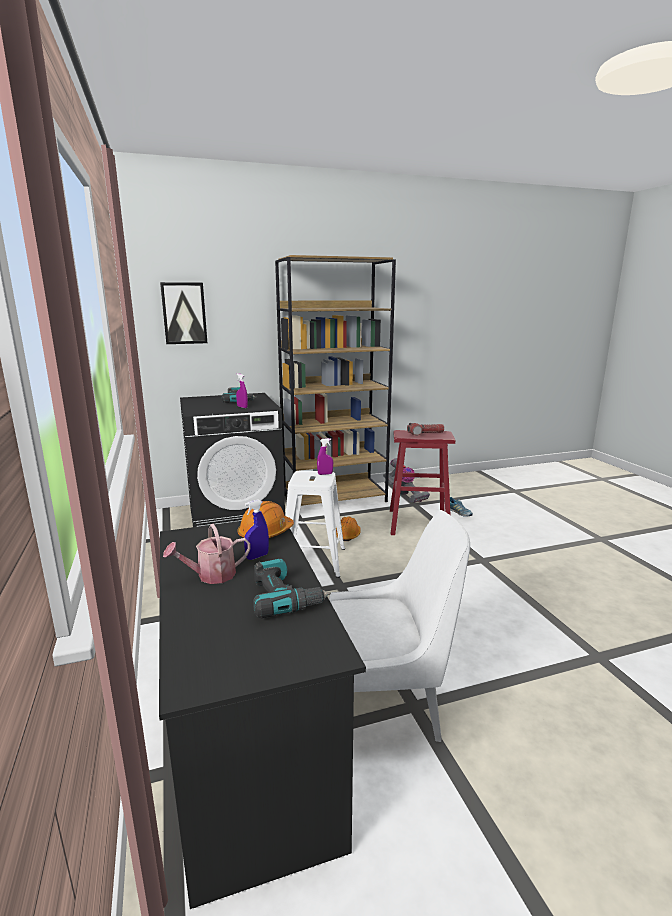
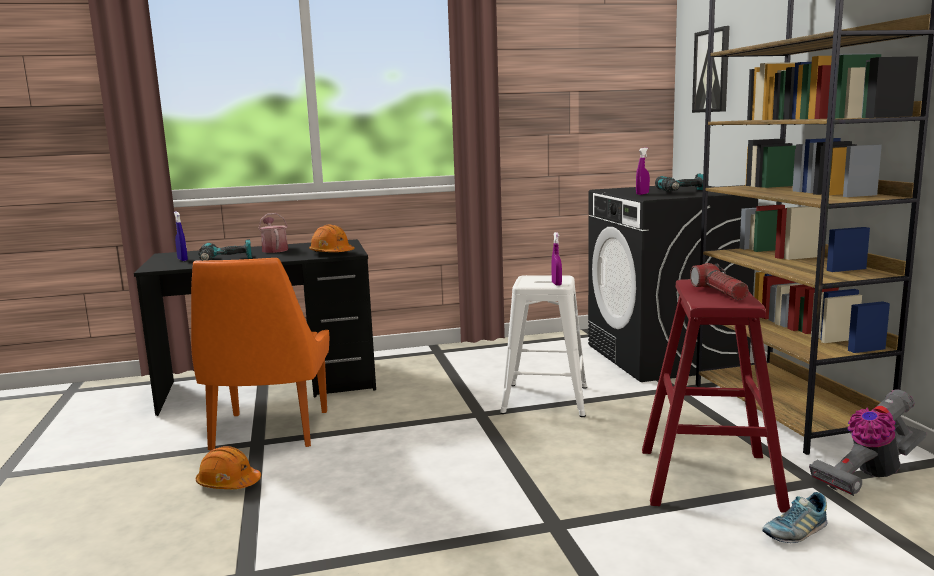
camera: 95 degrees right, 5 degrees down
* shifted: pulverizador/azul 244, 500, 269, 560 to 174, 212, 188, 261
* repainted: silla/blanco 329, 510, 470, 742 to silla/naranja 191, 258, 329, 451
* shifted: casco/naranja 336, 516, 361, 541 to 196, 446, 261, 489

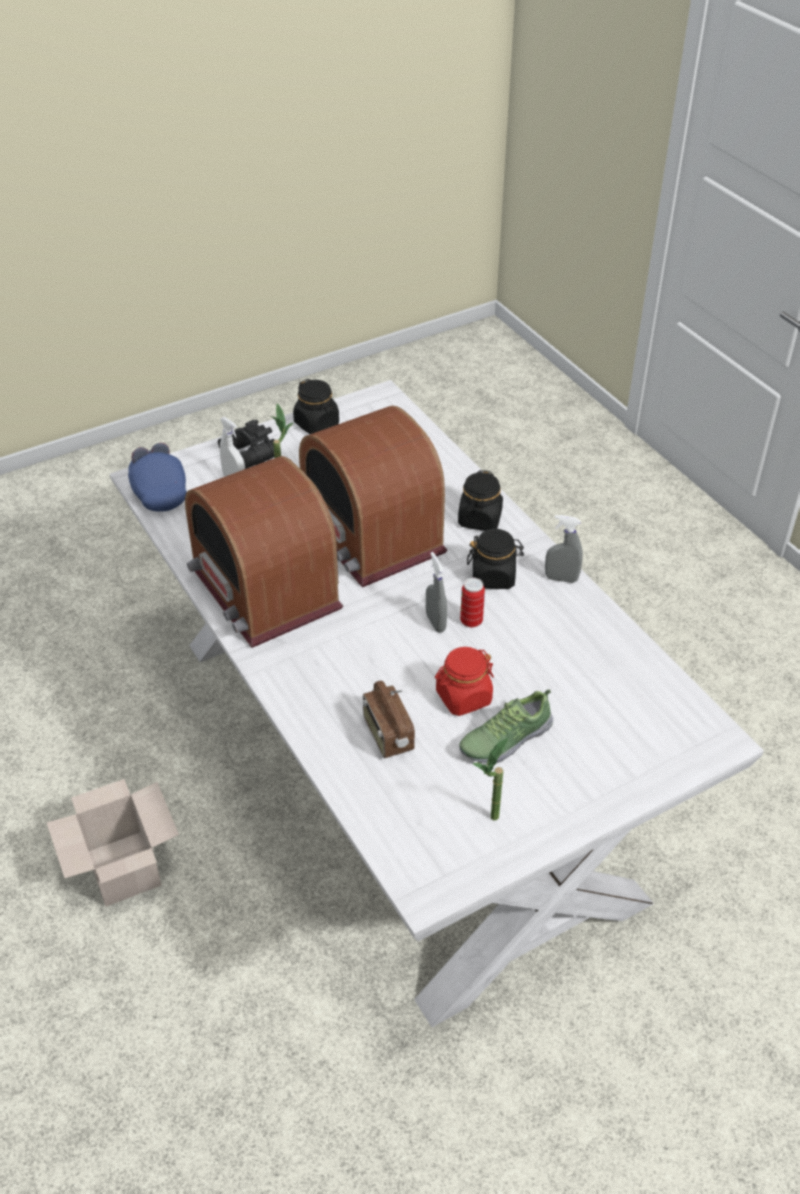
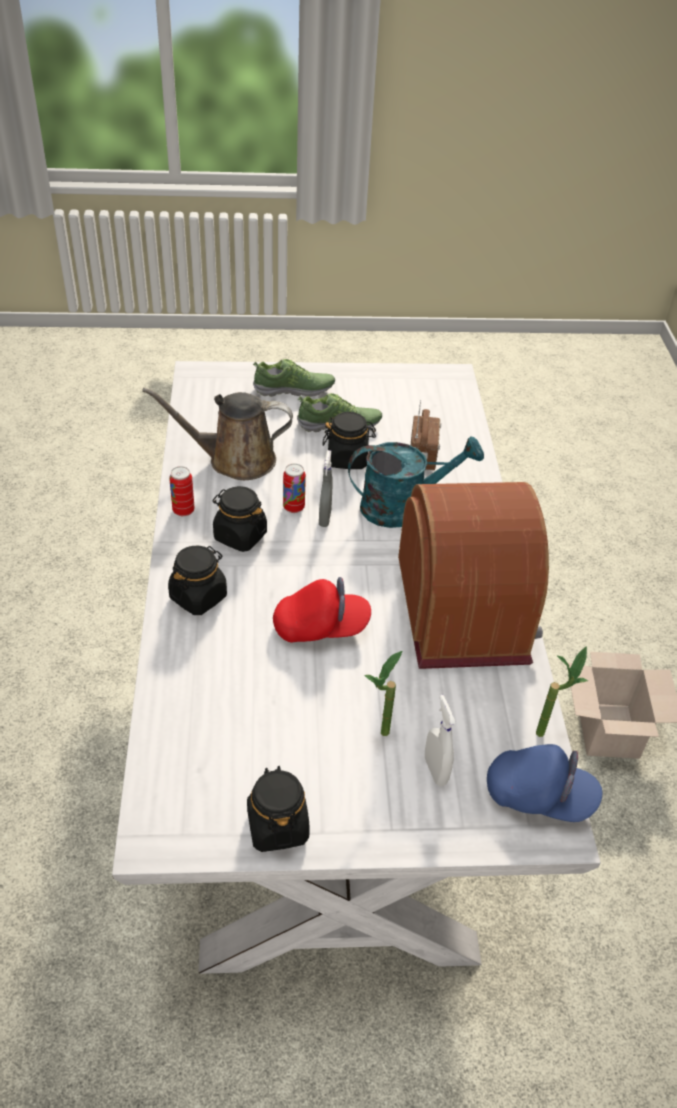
camera: 155 degrees left, 0 degrees up
* swapped: radio 299, 406, 447, 587 to gorra/rojo 273, 577, 371, 643
* gone: prismáticos/negro 218, 420, 275, 469
* rotated: gorra/azul 128, 443, 187, 512 = 487, 744, 603, 822 75 degrees counterclockwise
* swapped: pulverizador/gris 545, 515, 583, 583 to lata 169, 466, 194, 516
* repainted: tarro/rojo 435, 647, 494, 716 to tarro/negro 322, 412, 376, 469
* shifted: planta en maceta 473, 738, 508, 821 to 536, 646, 588, 737
* new: zapato 253, 359, 335, 397
* new: regadera/marrón 142, 387, 293, 480
* new: regadera/turquesa 348, 436, 484, 528

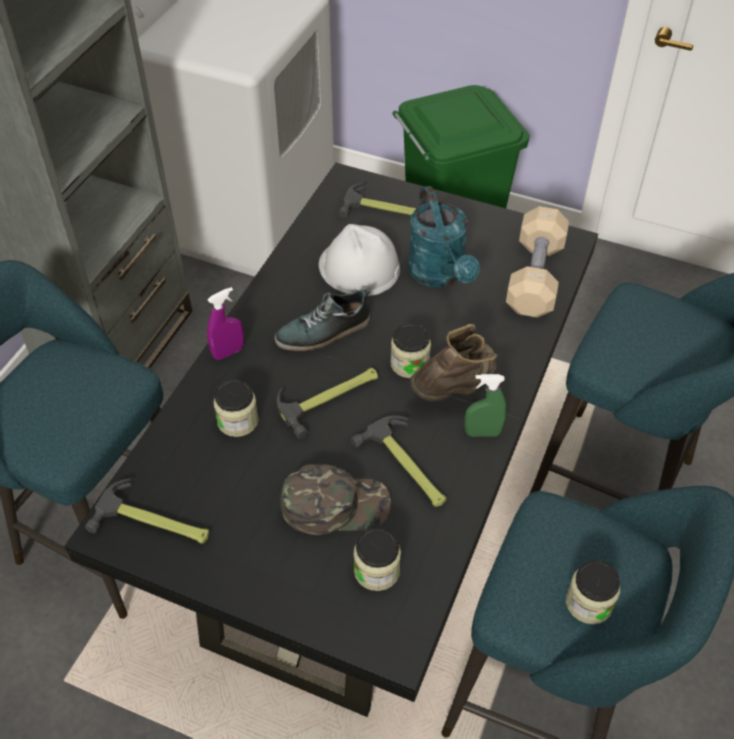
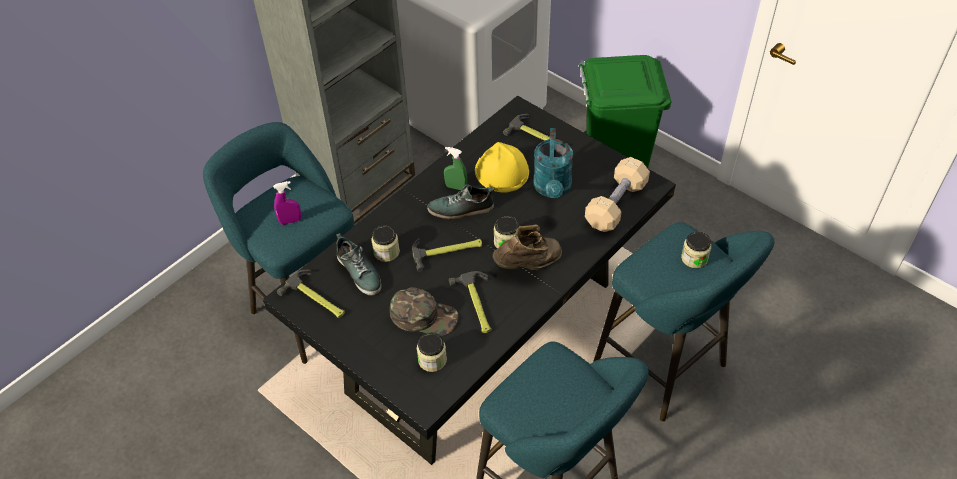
camera: 20 degrees right, 0 degrees up
* repainted: casco/blanco 319, 224, 400, 296 to casco/amarillo 475, 142, 529, 193
* shifted: pulverizador/morado 207, 287, 244, 360 to 273, 181, 301, 225
* shifted: pulverizador/verde 464, 374, 507, 437 to 444, 147, 467, 190
* shifted: tarro 566, 560, 620, 624 to 681, 232, 711, 268
* new: zapato 336, 233, 382, 296

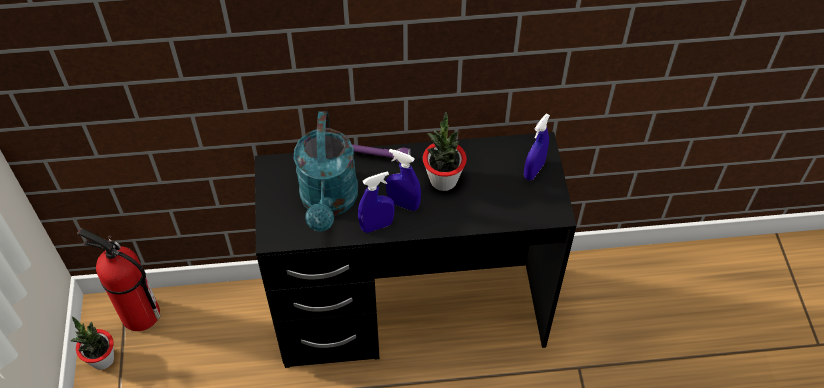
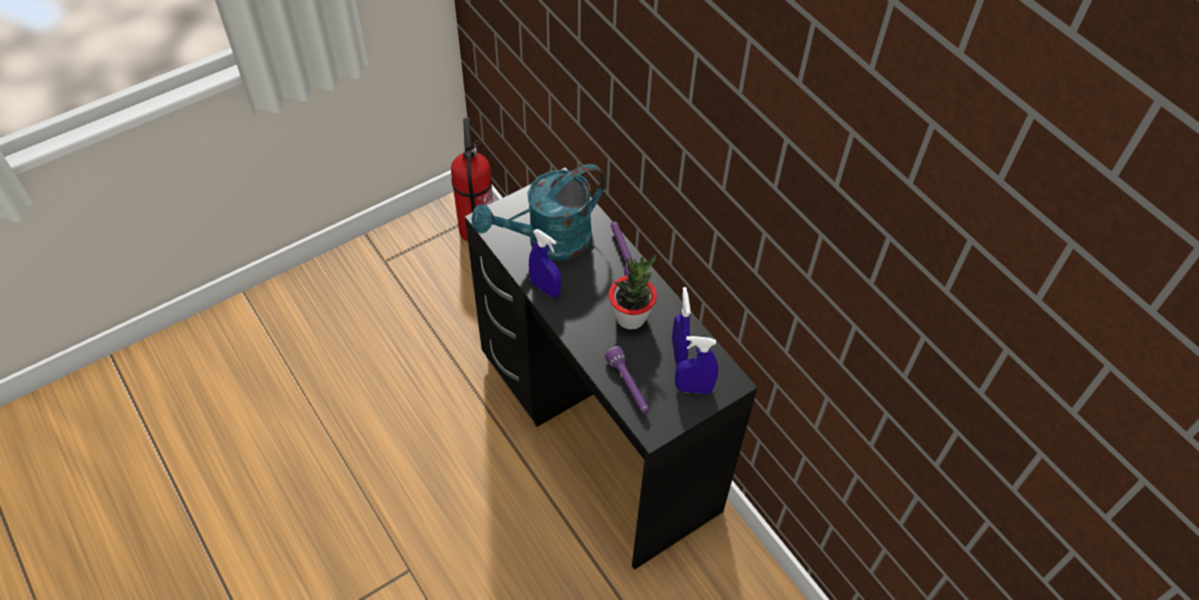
camera: 60 degrees right, 0 degrees up
* shifted: pulverizador/azul 386, 149, 421, 211 to 672, 287, 691, 365
* gone: planta en maceta 71, 316, 114, 370
* new: linterna/morado 605, 346, 649, 414

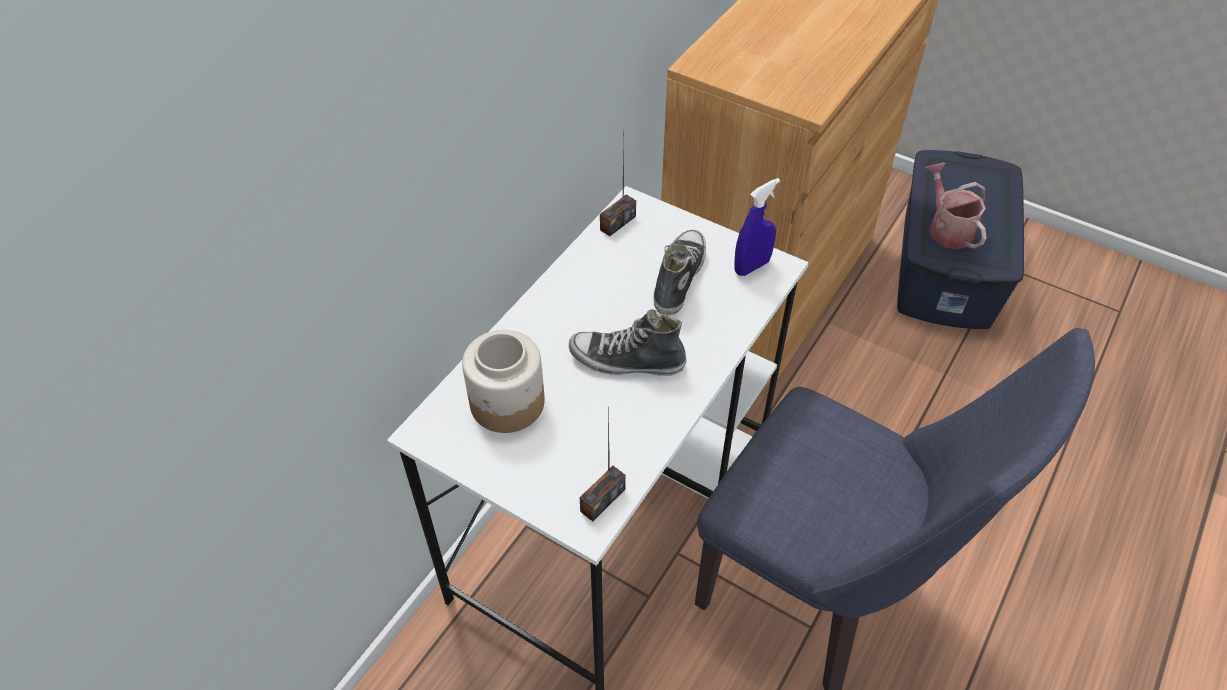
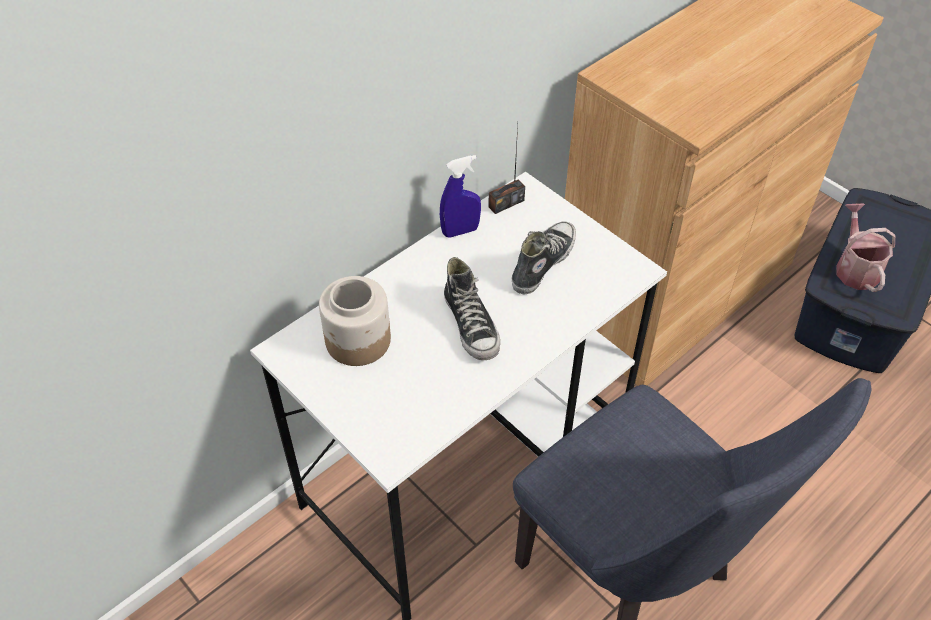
camera: 15 degrees right, 0 degrees up
* shifted: pulverizador/azul 734, 178, 780, 276 to 440, 155, 481, 238
* rotated: zapato 569, 309, 687, 376 = 444, 257, 500, 360 135 degrees counterclockwise
* gone: radio 580, 407, 626, 522

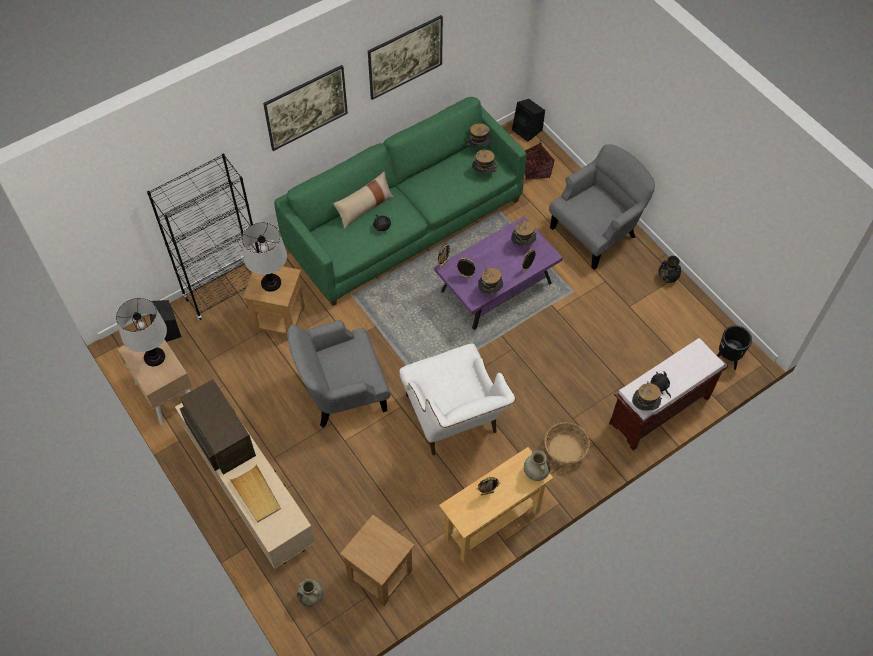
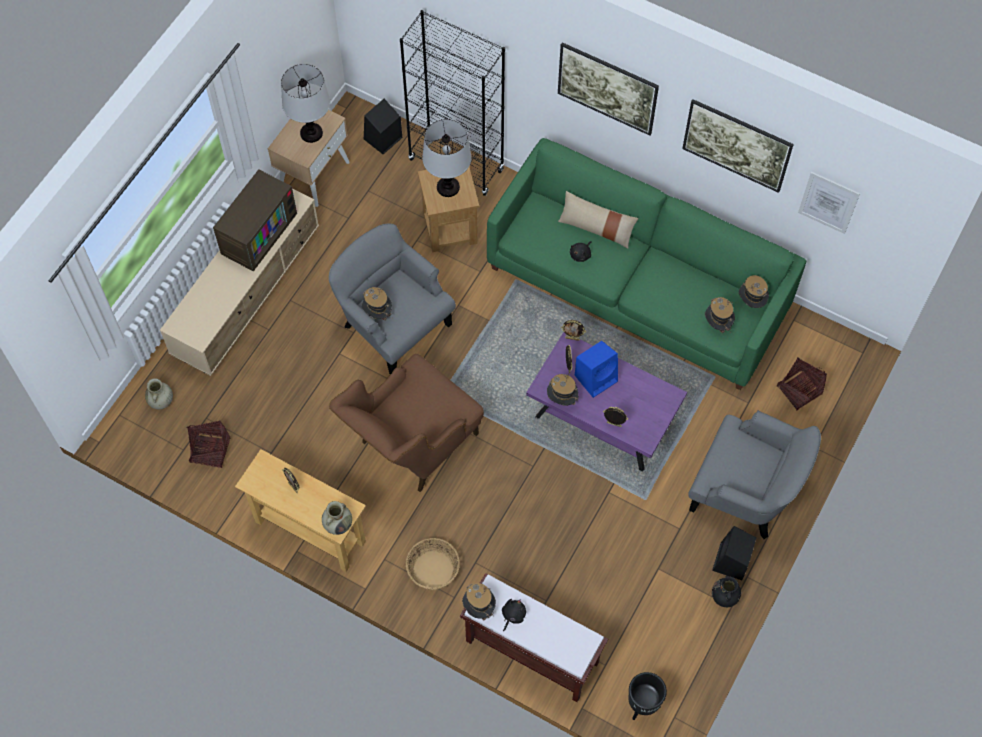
camera: 65 degrees right, 5 degrees up
* shifted: altavoz/negro 512, 99, 545, 142 to 712, 526, 756, 580
* shifted: sombrero 511, 219, 537, 246 to 362, 287, 393, 321
* repainted: sillón/blanco 400, 344, 516, 455 to sillón/marrón 329, 354, 484, 492
* gone: bandeja/beis 229, 464, 281, 523
* swapped: mesa auxiliar/marrón 340, 515, 415, 606 to cesta 187, 420, 231, 468
* new: cuadro 798, 172, 860, 234
* new: altavoz/azul 575, 341, 618, 398

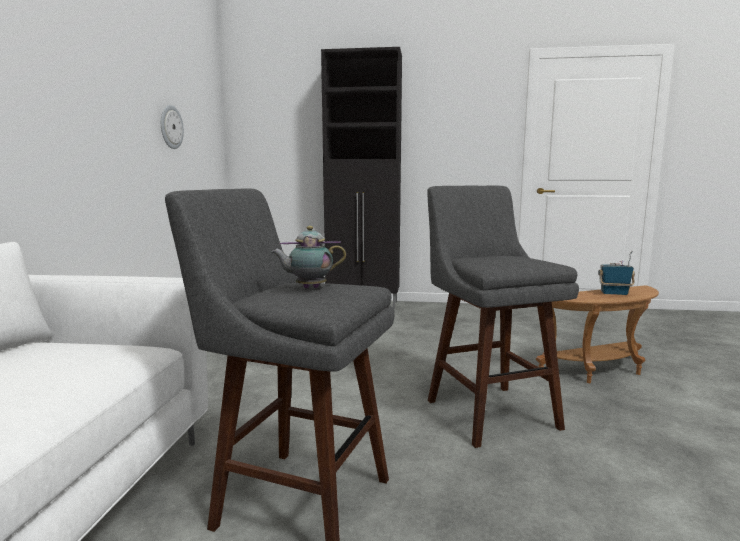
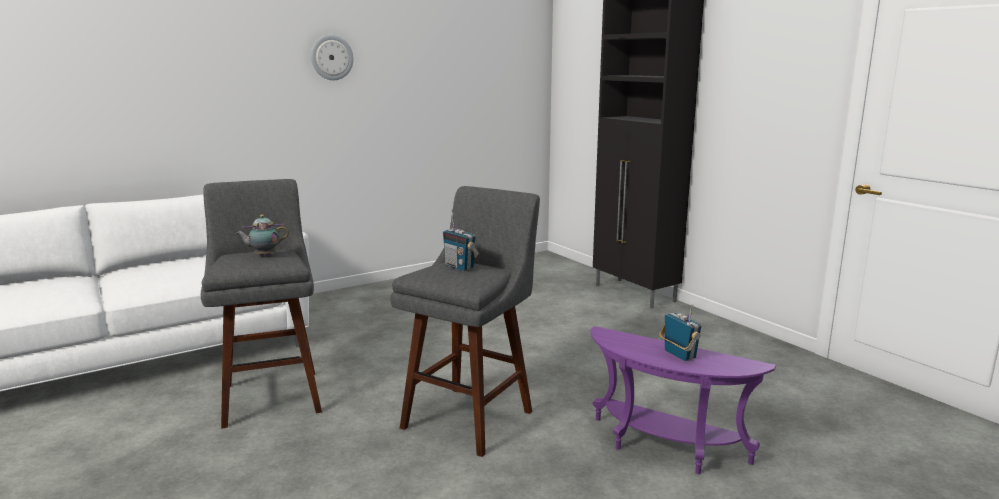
camera: 50 degrees right, 5 degrees up
* shifted: reloj de pared 161, 105, 184, 149 to 311, 35, 354, 80
* rotated: tetera 271, 226, 346, 288 = 235, 215, 289, 256 60 degrees counterclockwise
* repainted: mesa auxiliar/marrón 536, 285, 659, 383 to mesa auxiliar/morado 590, 326, 776, 474
* new: radio 443, 210, 479, 271

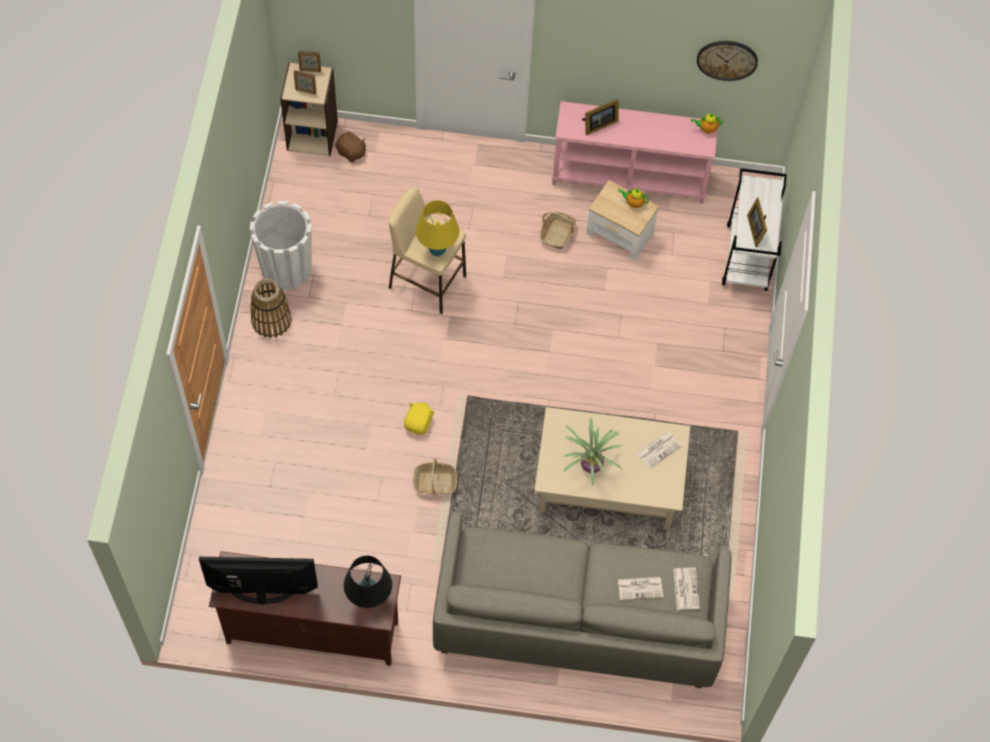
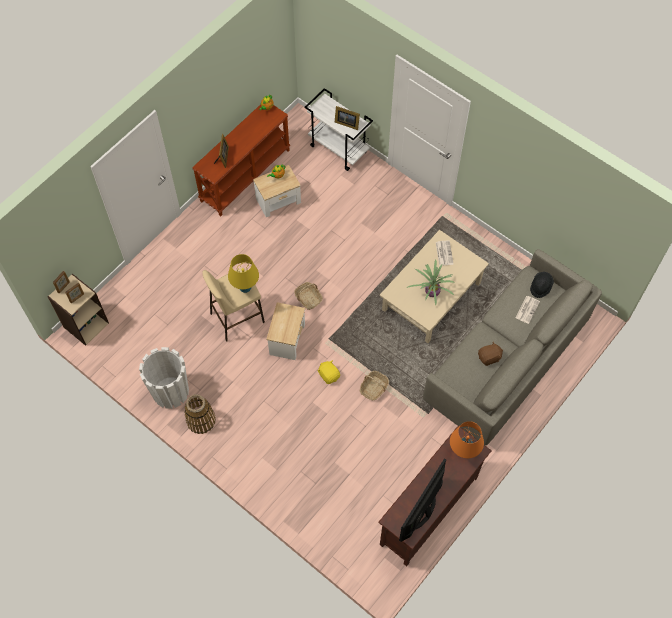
camera: 55 degrees left, 0 degrees up
* gone: reloj de pared 697, 41, 758, 81
* repainted: mesa consola/rosa 552, 101, 718, 204 to mesa consola/marrón 192, 104, 290, 216
* shifted: peluche/marrón 335, 132, 366, 163 to 478, 341, 503, 366
* shifted: cesta 540, 212, 576, 249 to 294, 282, 323, 310
* repainted: lámpara de mesa/negro 344, 556, 392, 608 to lámpara de mesa/naranja 450, 421, 484, 458
* swapped: periódico 673, 568, 700, 610 to sombrero/negro 530, 272, 554, 298
* new: mesa auxiliar 266, 302, 305, 360

